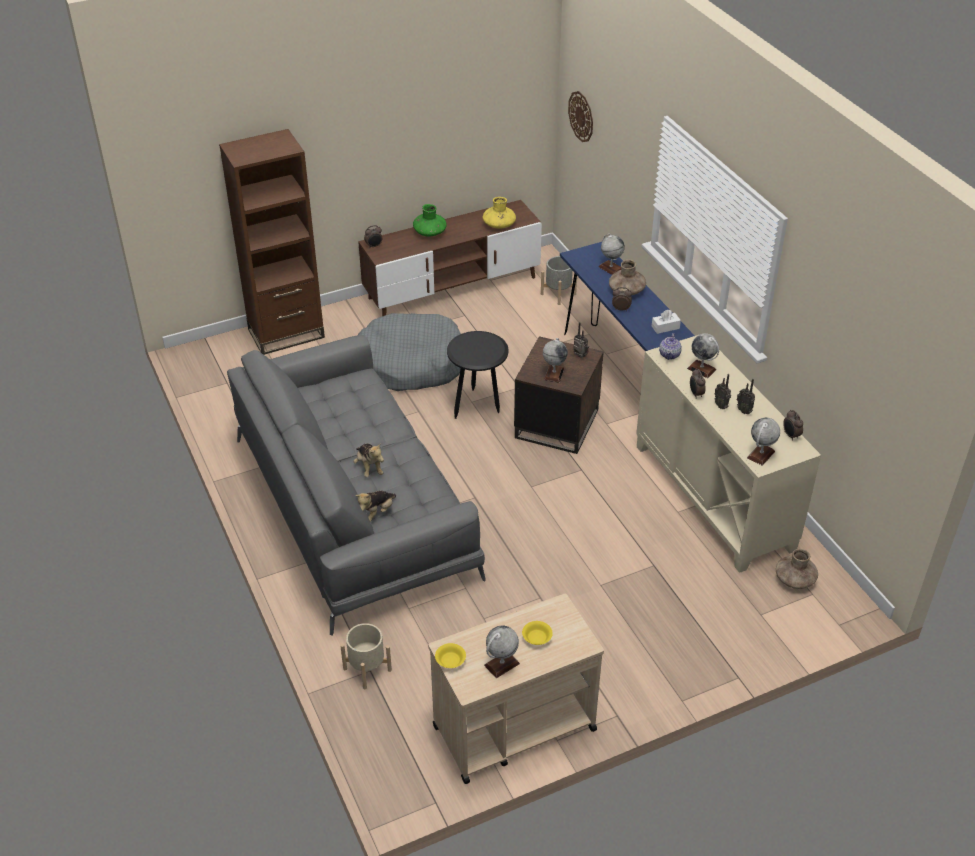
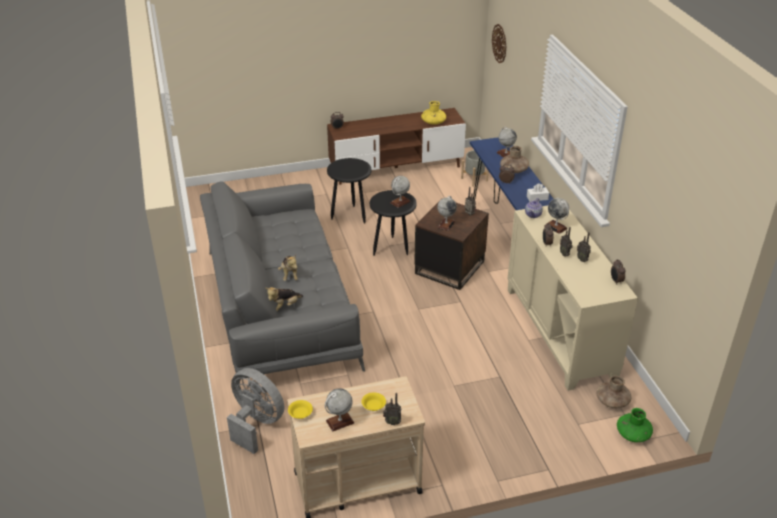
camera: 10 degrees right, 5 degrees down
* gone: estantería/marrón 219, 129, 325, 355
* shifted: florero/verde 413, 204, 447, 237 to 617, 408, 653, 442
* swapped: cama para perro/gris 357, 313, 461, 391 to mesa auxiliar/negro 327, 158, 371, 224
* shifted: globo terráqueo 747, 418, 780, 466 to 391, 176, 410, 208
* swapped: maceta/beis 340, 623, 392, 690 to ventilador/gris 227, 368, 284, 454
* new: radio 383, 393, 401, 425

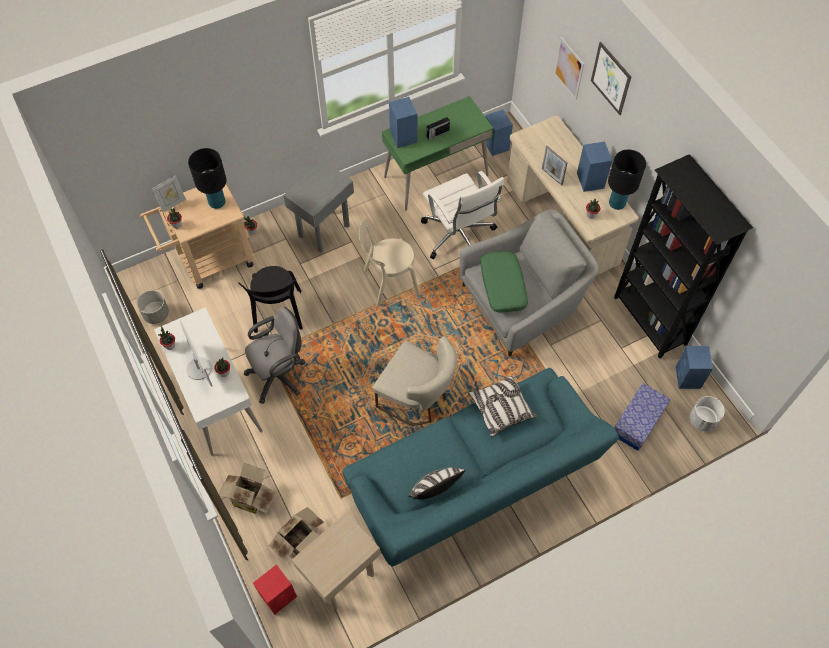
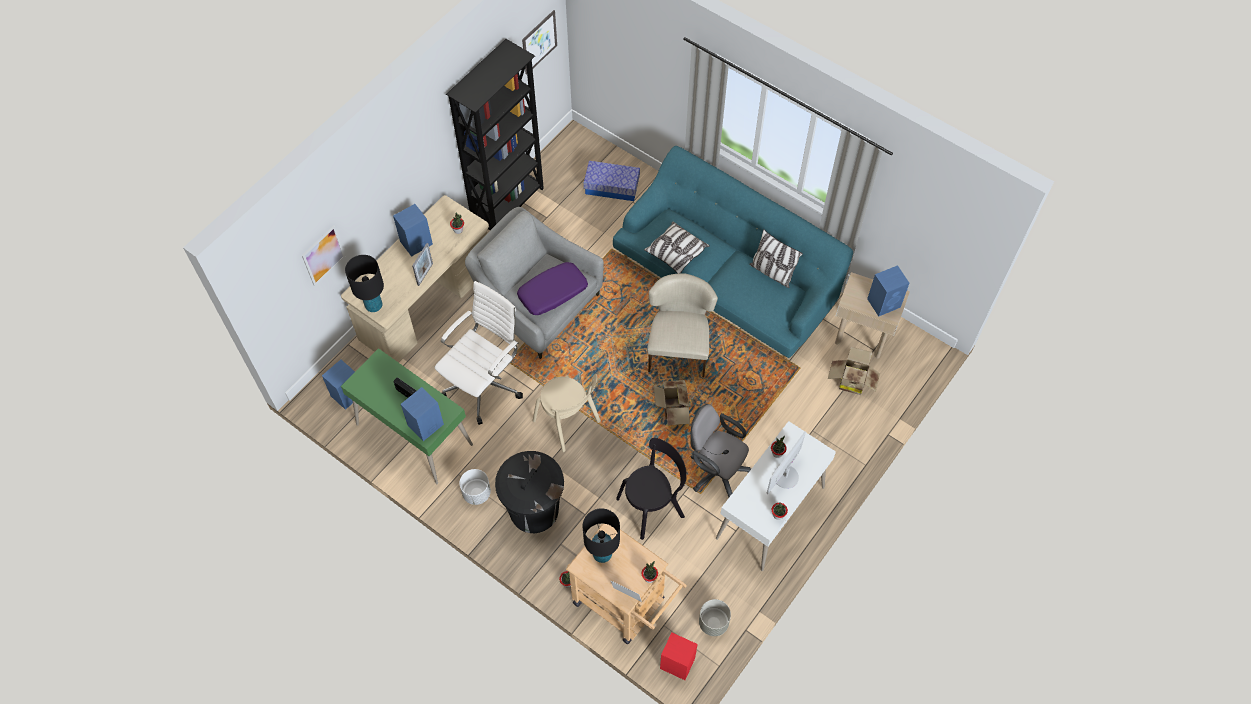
camera: 115 degrees left, 0 degrees up
* shifted: cuadro 591, 42, 631, 115 to 522, 10, 557, 75
* shifted: lámpara de mesa/negro 608, 150, 646, 210 to 345, 255, 384, 312
* swapped: mesa auxiliar/gris 283, 160, 354, 253 to papelera/negro 495, 451, 564, 533
* repainted: cojín/verde 480, 251, 528, 313 to cojín/morado 517, 262, 588, 315
* shifted: altavoz/azul 675, 346, 713, 389 to 867, 265, 909, 316
* shifted: maceta/blanco 690, 396, 725, 431 to 459, 469, 491, 505
* shifted: caja de cartón 219, 463, 276, 514 to 654, 380, 690, 425
* shifted: altavoz/rojo 253, 564, 297, 615 to 660, 632, 698, 680

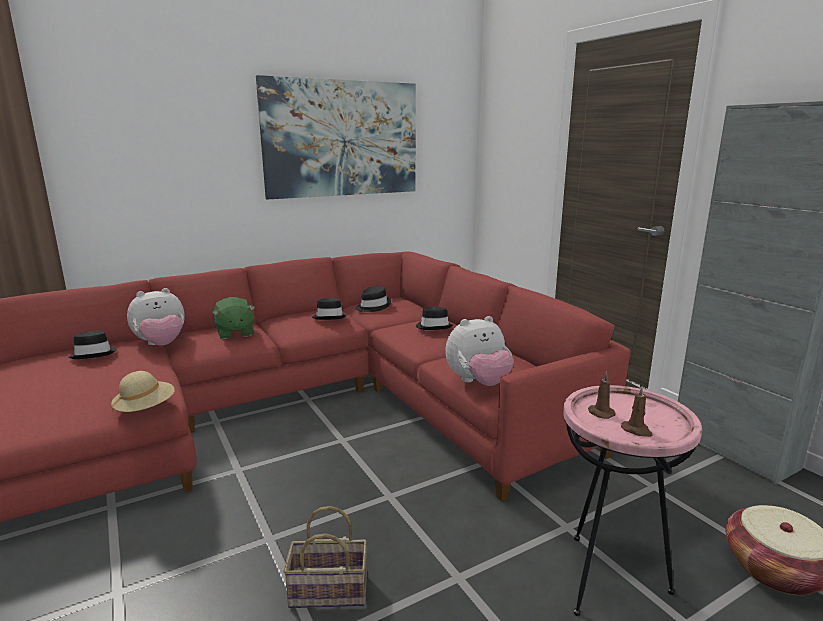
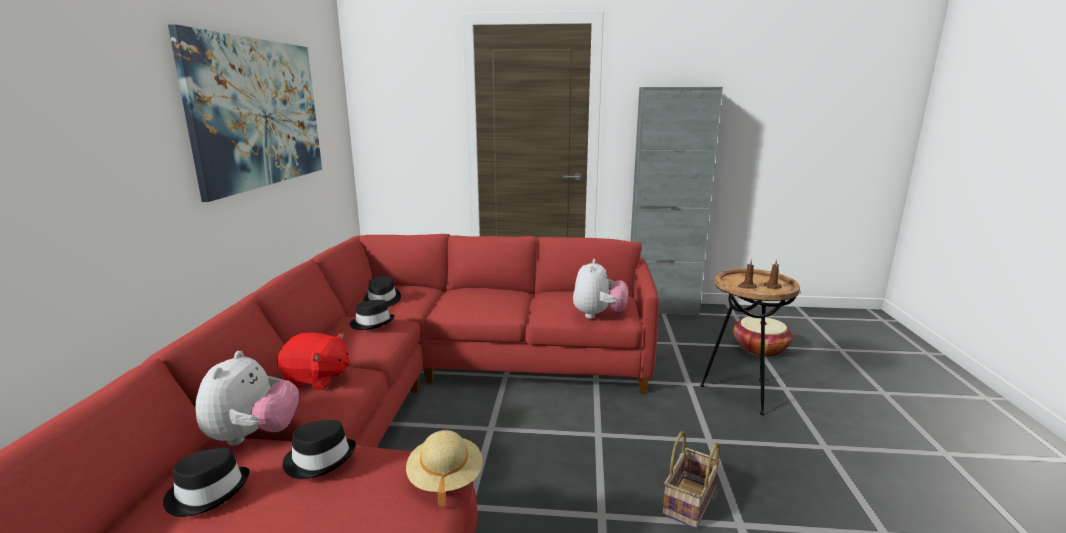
camera: 55 degrees left, 0 degrees up
* repainted: peluche/verde 212, 297, 256, 339 to peluche/rojo 277, 333, 350, 390
* shifted: sombrero/negro 416, 306, 453, 330 to 282, 420, 356, 479
* repainted: mesa auxiliar/rosa 563, 385, 702, 616 to mesa auxiliar/marrón 700, 269, 800, 415

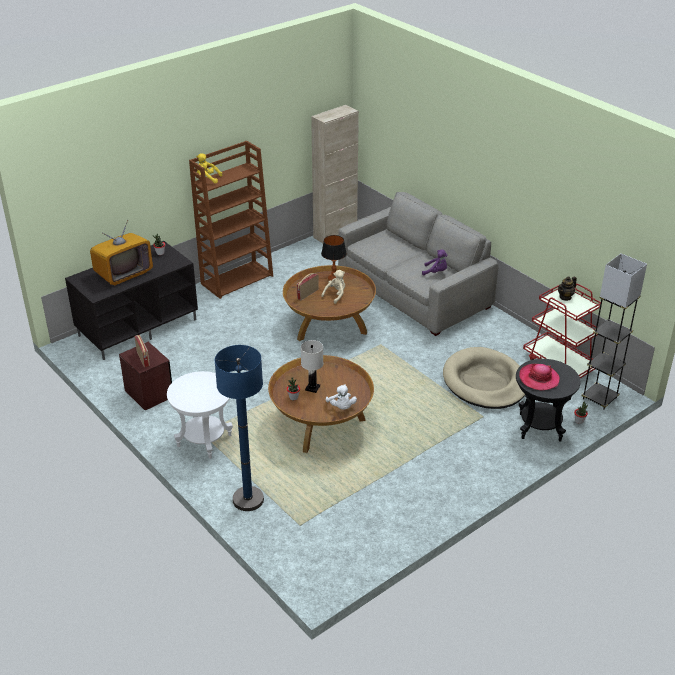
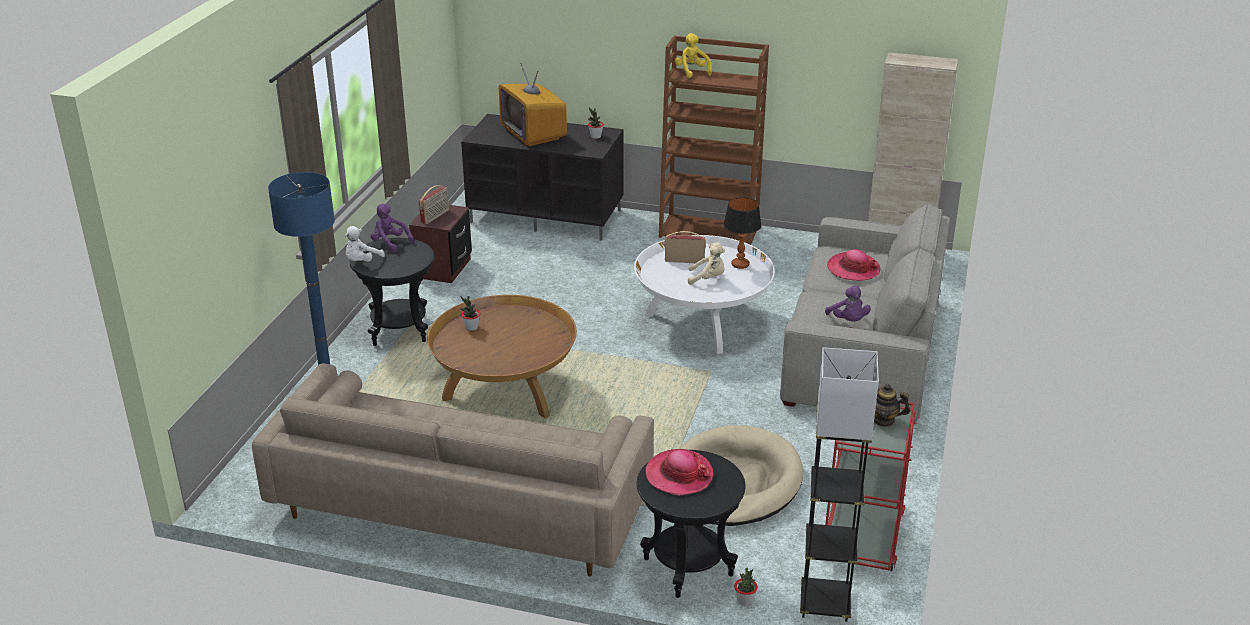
camera: 55 degrees right, 5 degrees down
* rotated: televisor 90, 220, 153, 285 = 499, 63, 567, 147 45 degrees clockwise
* repainted: mesa de centro/marrón 283, 265, 376, 341 to mesa de centro/blanco 634, 235, 775, 354
* gone: lámpara de mesa/blanco 301, 340, 324, 393
* repainted: mesa auxiliar/blanco 167, 371, 233, 459 to mesa auxiliar/negro 349, 238, 434, 346
* shifted: peluche/blanco 326, 384, 357, 410 to 344, 226, 385, 262
* new: peluche/morado 371, 204, 414, 252
* new: sombrero 827, 249, 881, 281
* new: sofá/beis 252, 363, 654, 576

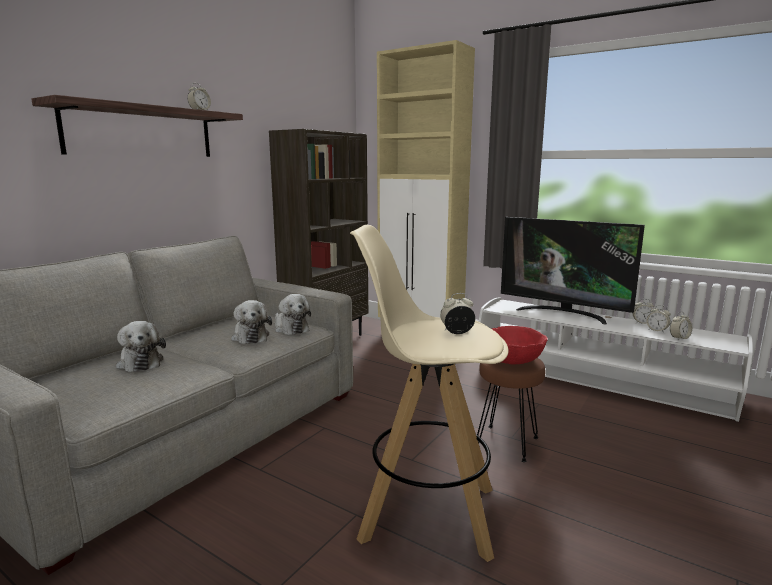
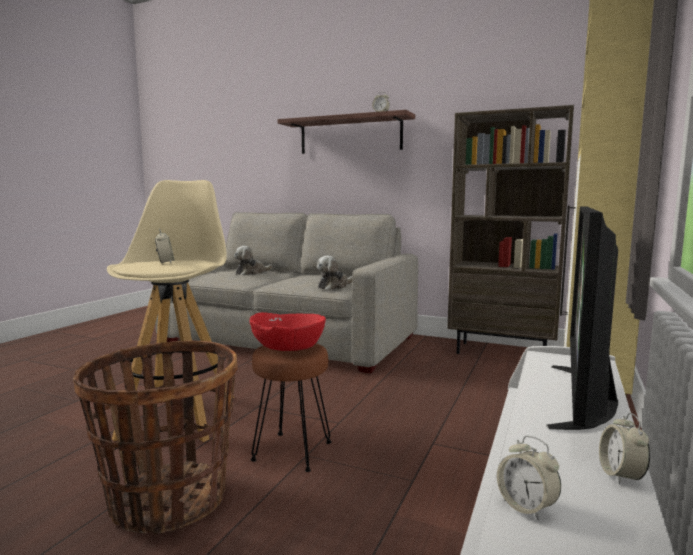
camera: 80 degrees right, 5 degrees down
* gone: peluche 231, 300, 272, 344
* gone: despertador 646, 305, 671, 333
* new: cesta 73, 341, 238, 535

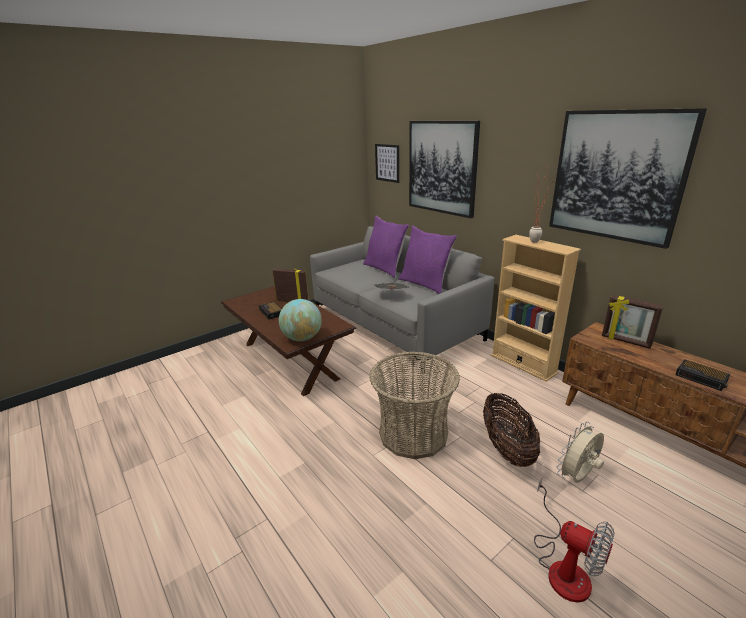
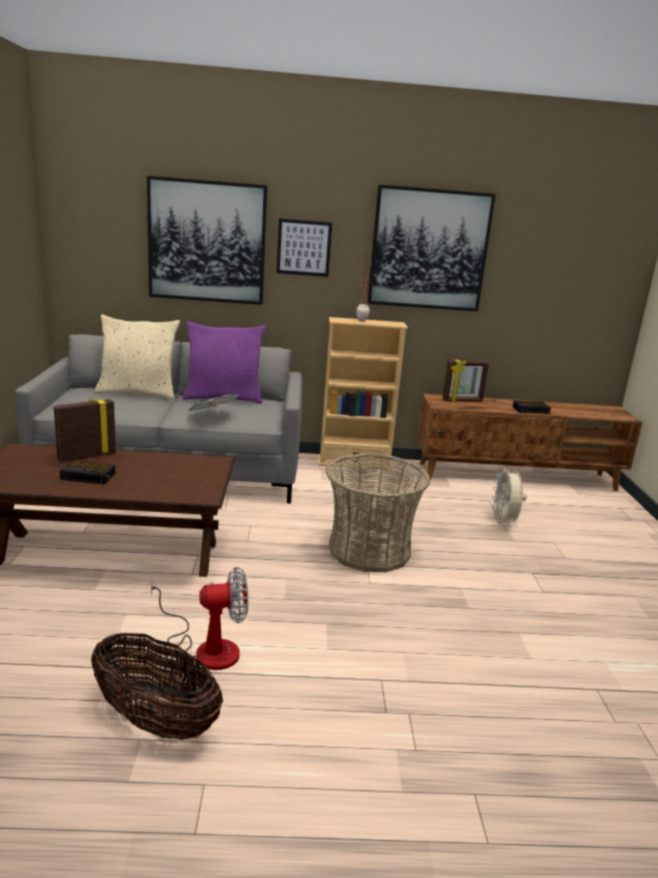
camera: 55 degrees left, 5 degrees down
* shifted: cuadro 375, 144, 399, 183 to 276, 219, 332, 277
* repainted: cojín/morado 363, 216, 409, 278 to cojín/beis 95, 314, 180, 399
* gone: globo terráqueo 279, 299, 322, 341
* shifted: cesta 483, 392, 540, 467 to 91, 632, 223, 740
* shifted: ventilador 534, 478, 614, 603 to 151, 567, 248, 670

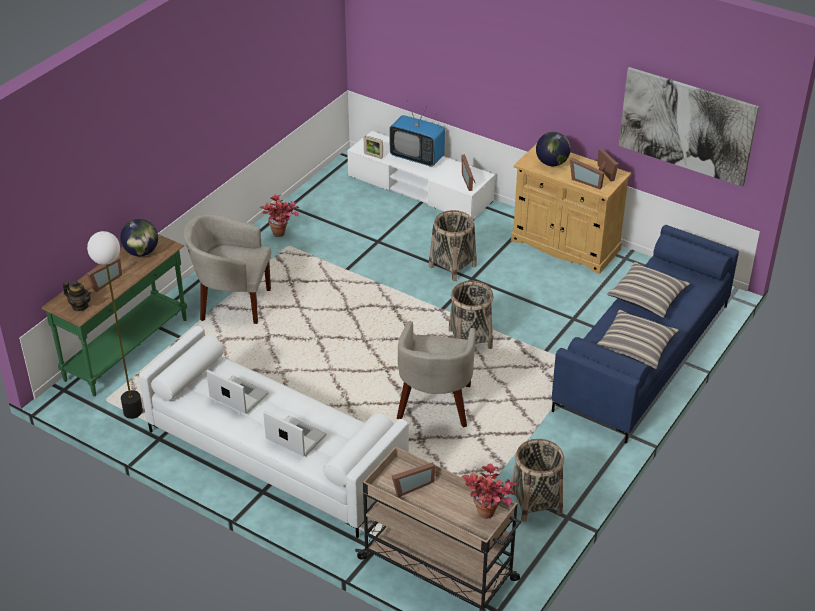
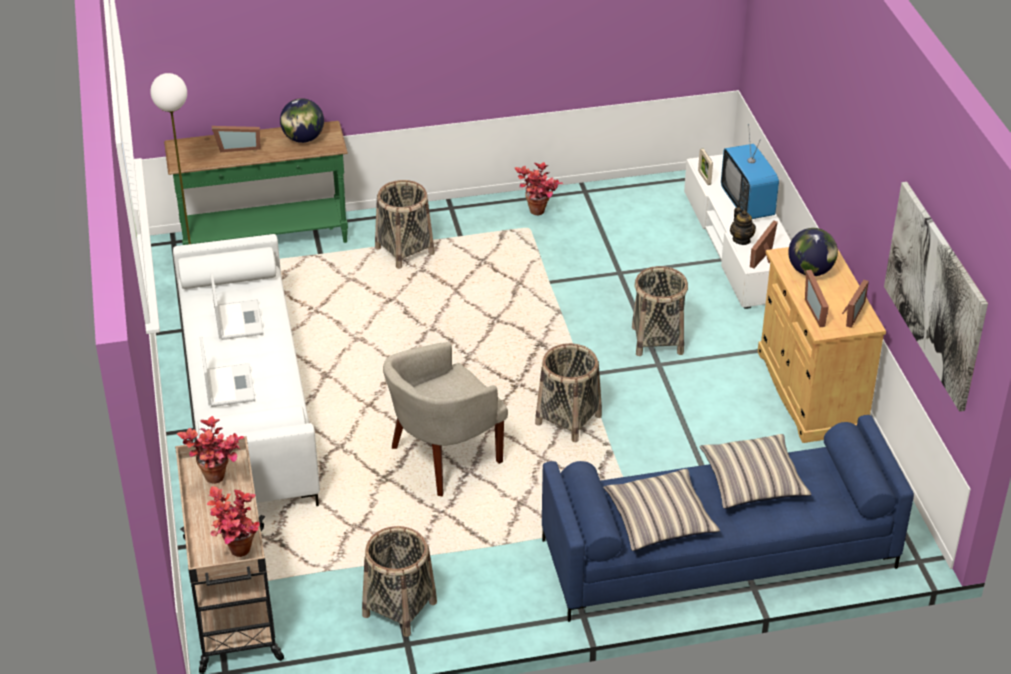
camera: 45 degrees right, 0 degrees up
* swapped: sillón/beis 184, 214, 272, 324 to cesta 375, 180, 435, 269
* shifted: tetera 63, 281, 91, 311 to 730, 207, 756, 245
* swapped: portarretratos 392, 462, 435, 497 to planta en maceta 177, 416, 244, 484

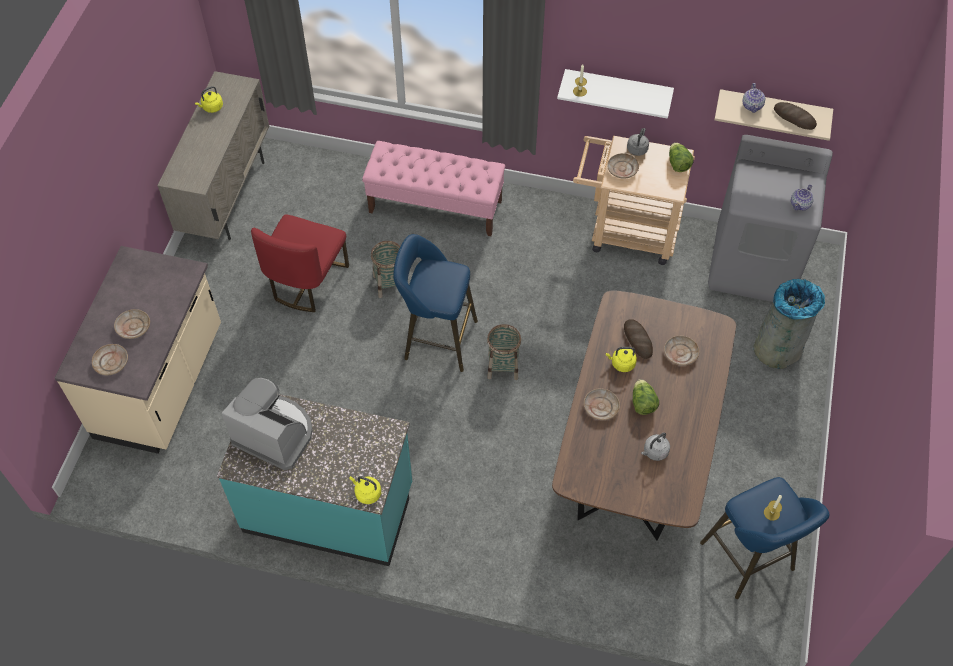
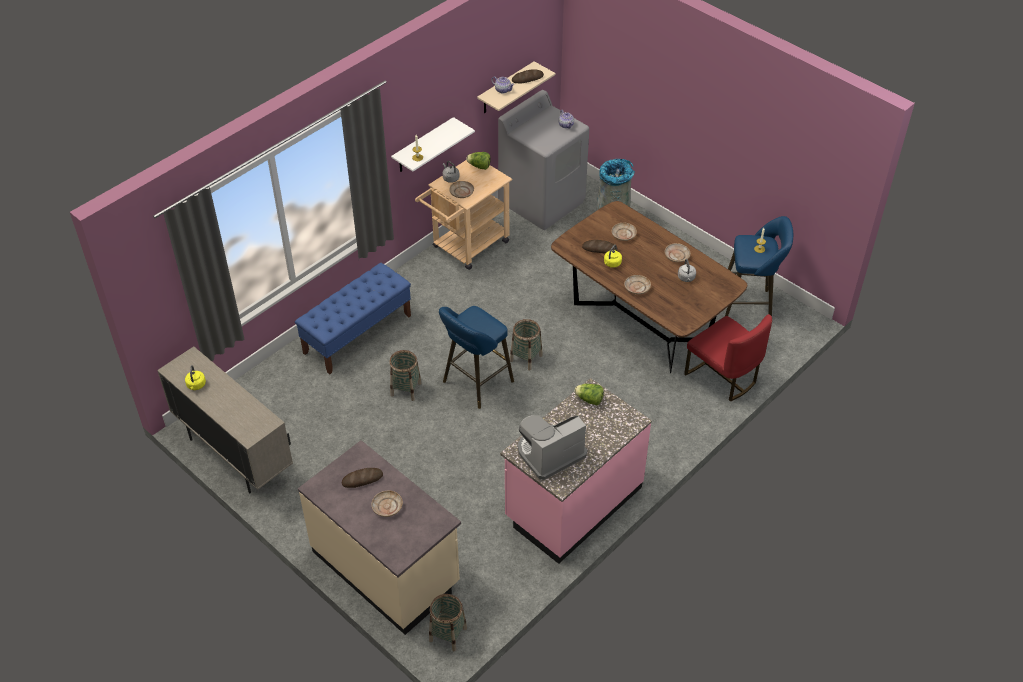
camera: 60 degrees left, 10 degrees down
* repainted: banco/rosa 362, 141, 505, 236 to banco/azul 295, 263, 411, 375
* shifted: silla/rojo 251, 214, 349, 312 to 684, 314, 772, 402
* shifted: plato/beis 92, 344, 128, 375 to 665, 243, 690, 262
* shifted: lechuga 632, 379, 659, 415 to 574, 384, 604, 405
* repainted: mueble bajo de cocina/turquesa 217, 394, 412, 566 to mueble bajo de cocina/rosa 500, 378, 652, 564
* gone: hervidor/amarillo 349, 476, 381, 504
* new: pan 342, 468, 383, 488
* new: cesta 429, 594, 467, 651

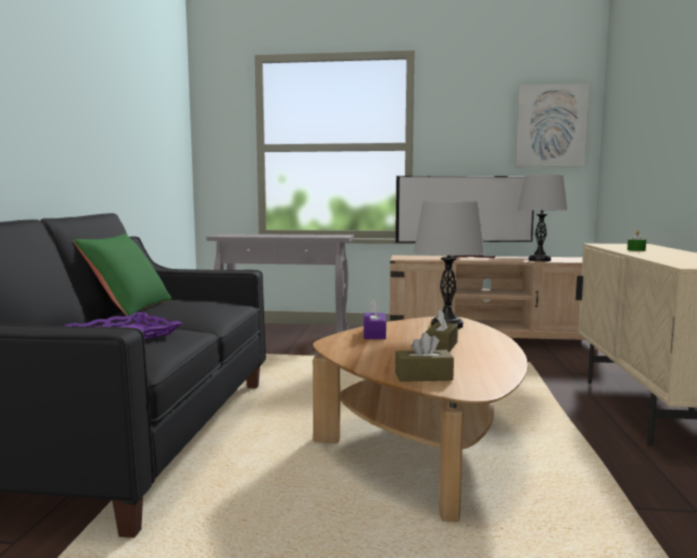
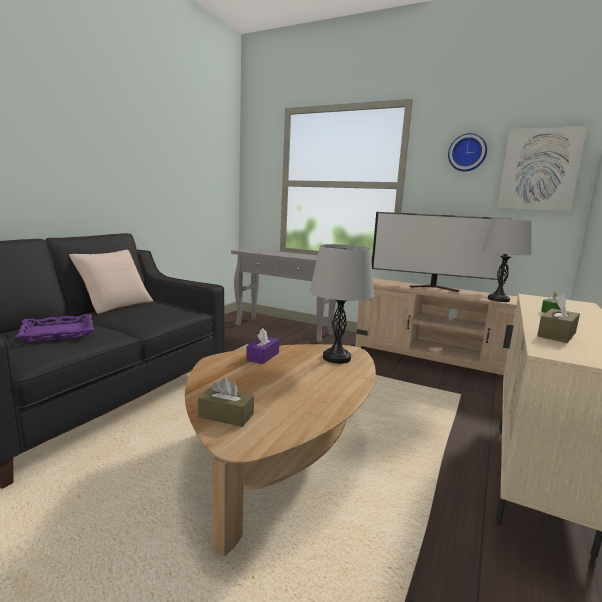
camera: 20 degrees right, 5 degrees up
* repainted: cojín/verde 73, 234, 172, 316 to cojín/beis 69, 250, 154, 314
* shifted: caja de pañuelos/marrón 426, 309, 458, 352 to 537, 294, 580, 343
* new: reloj de pared 448, 133, 487, 171

